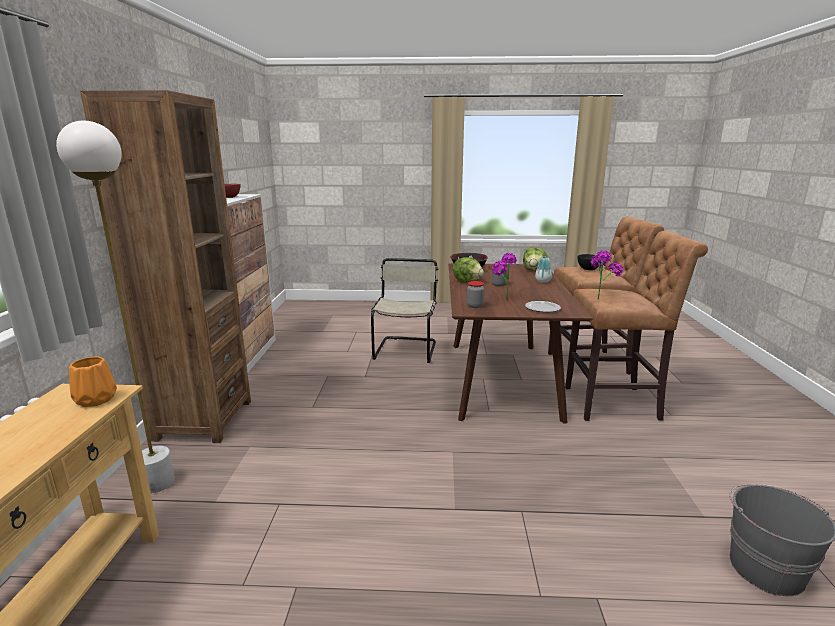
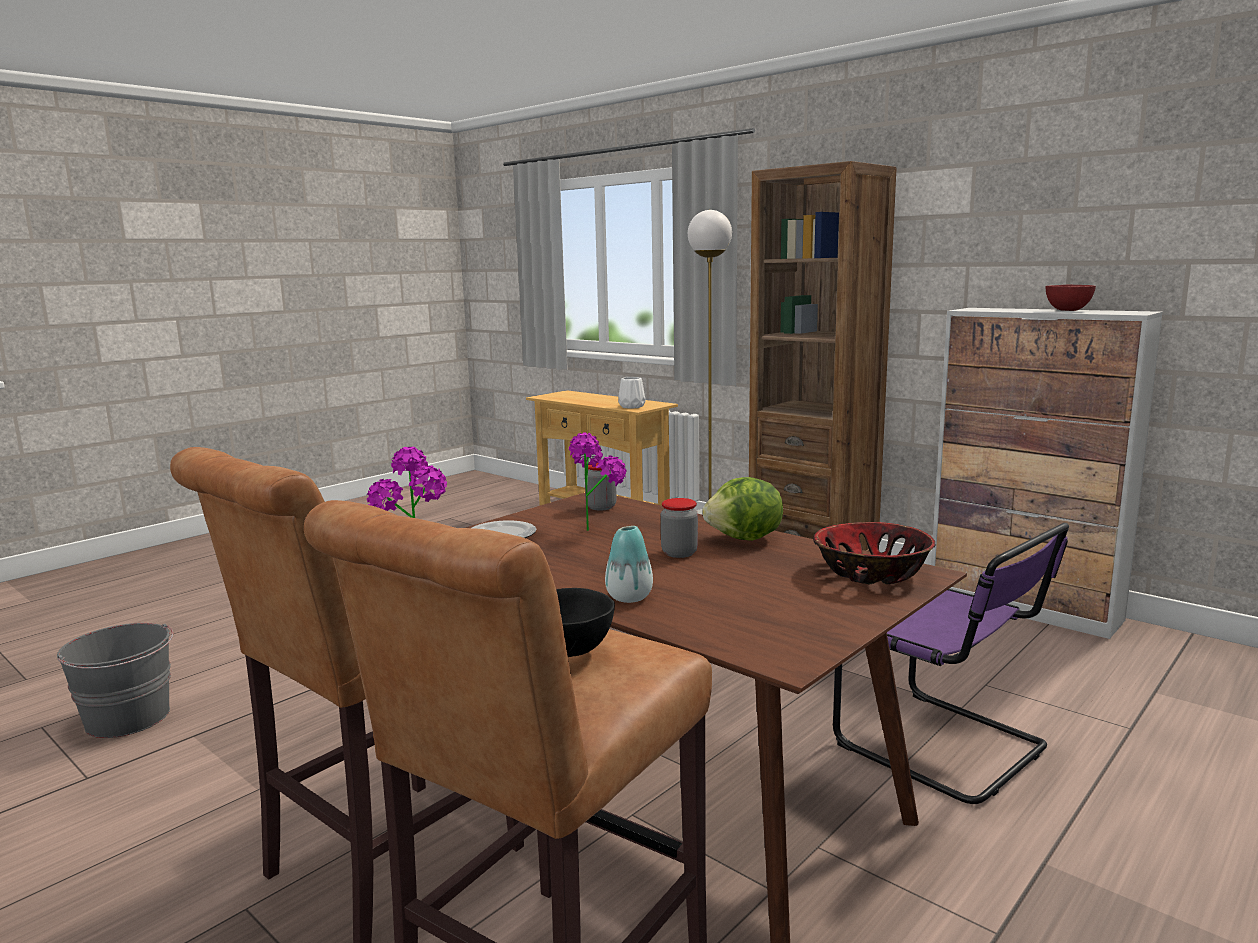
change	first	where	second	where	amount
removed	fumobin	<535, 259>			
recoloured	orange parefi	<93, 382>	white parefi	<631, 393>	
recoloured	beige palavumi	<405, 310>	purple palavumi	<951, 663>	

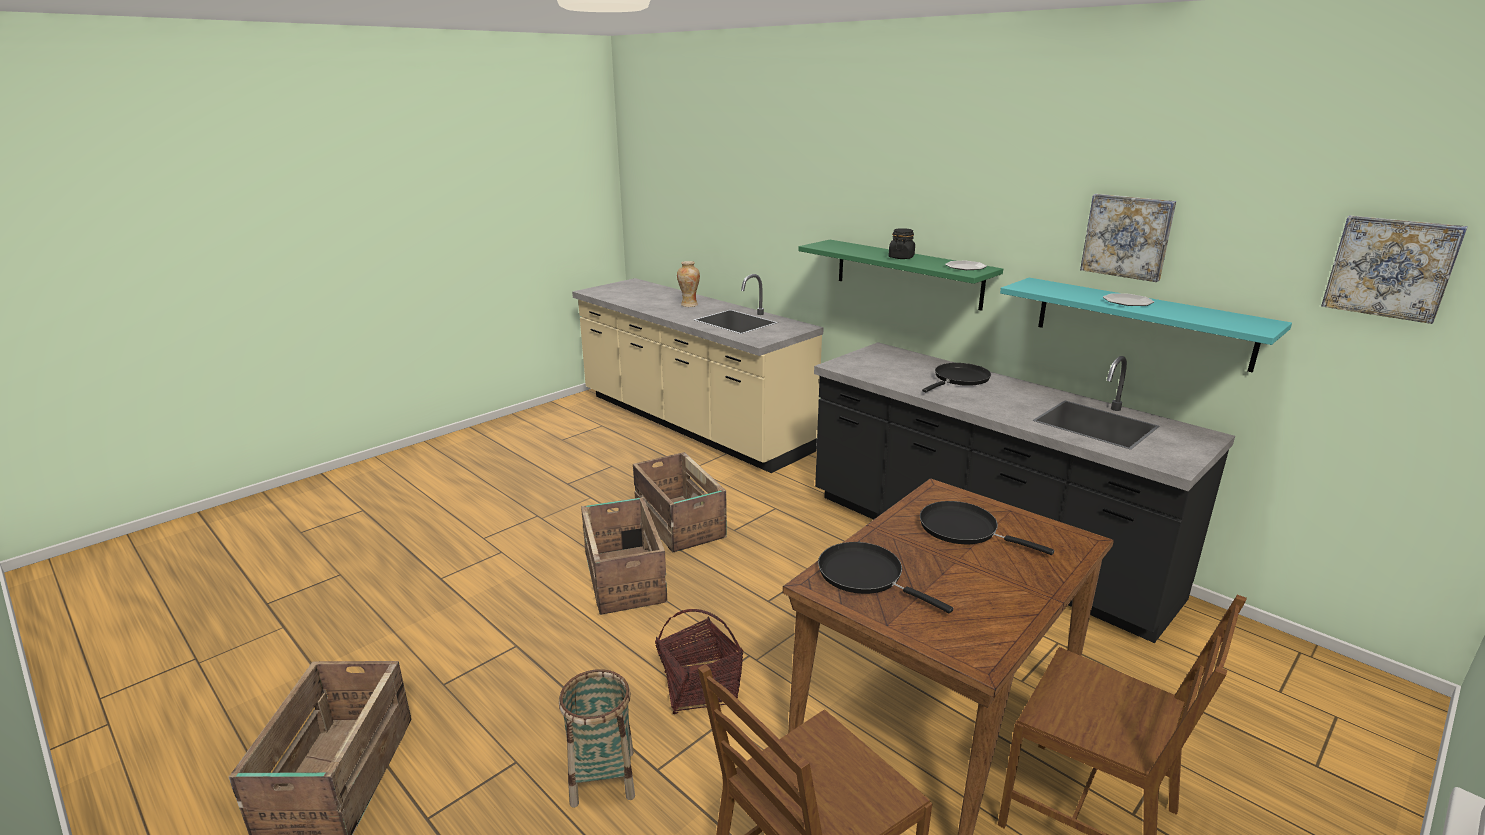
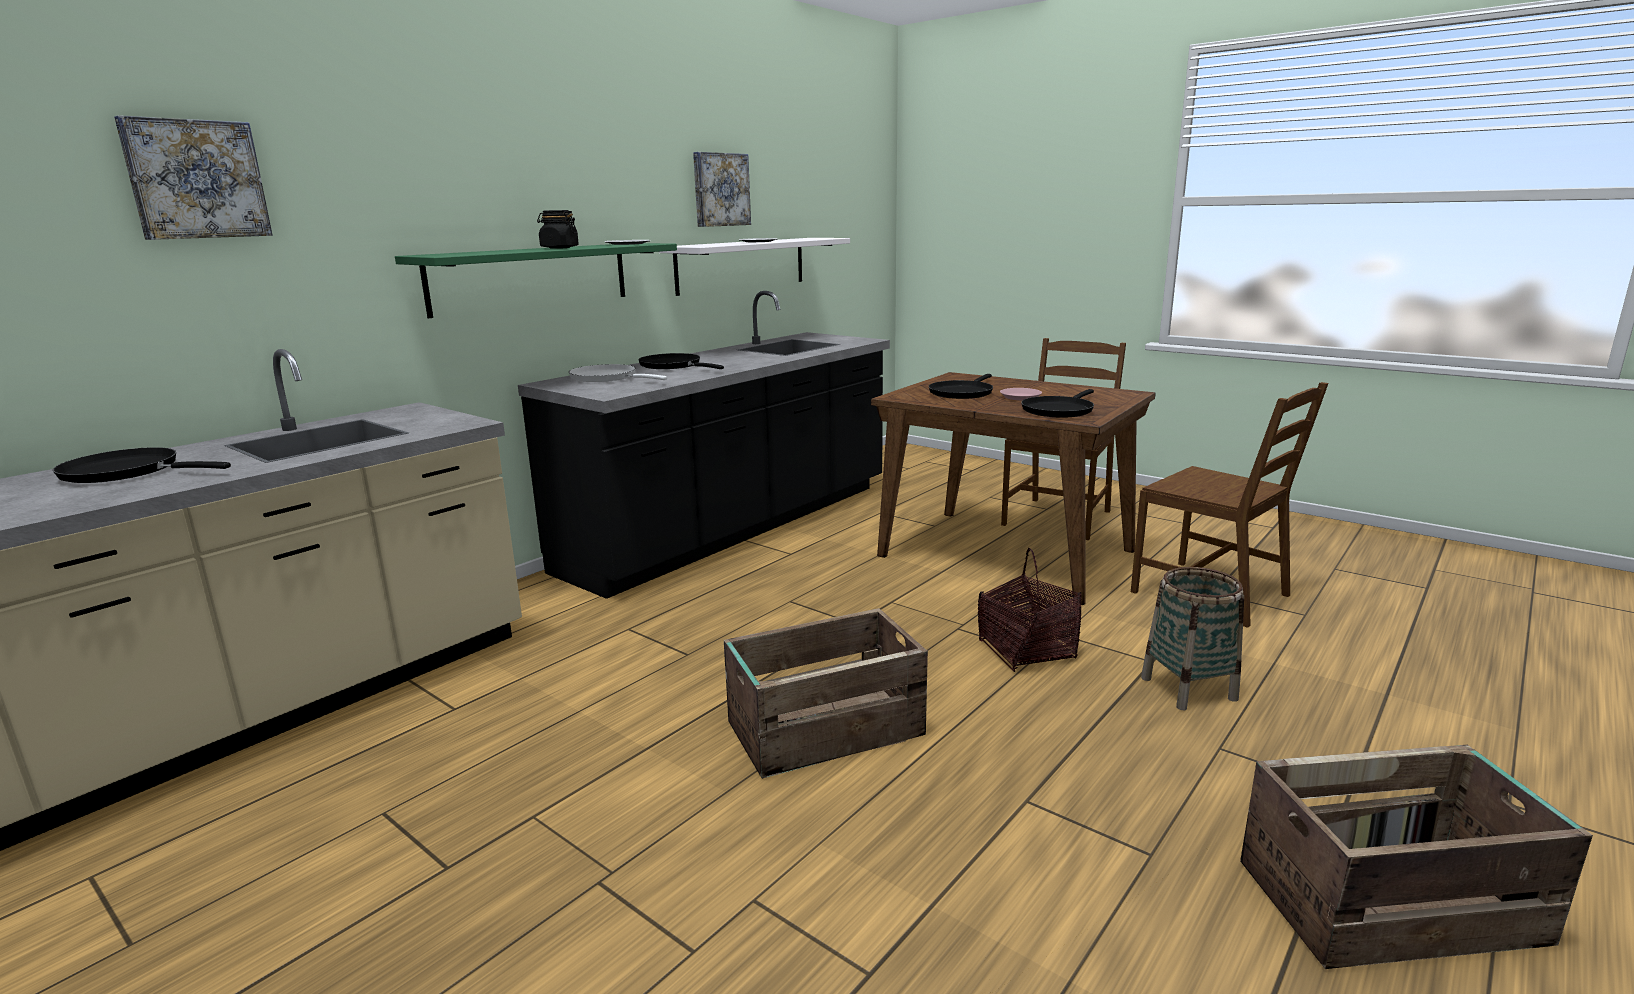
change	first	where	second	where	amount
removed	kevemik	<680, 502>			
added			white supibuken	<618, 373>	
added			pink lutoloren	<1021, 394>	
moved	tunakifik	<1394, 269>		<193, 177>	
replaced	parefi	<688, 284>	black supibuken	<142, 465>	
recoloured	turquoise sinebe	<1146, 325>	white sinebe	<754, 267>	

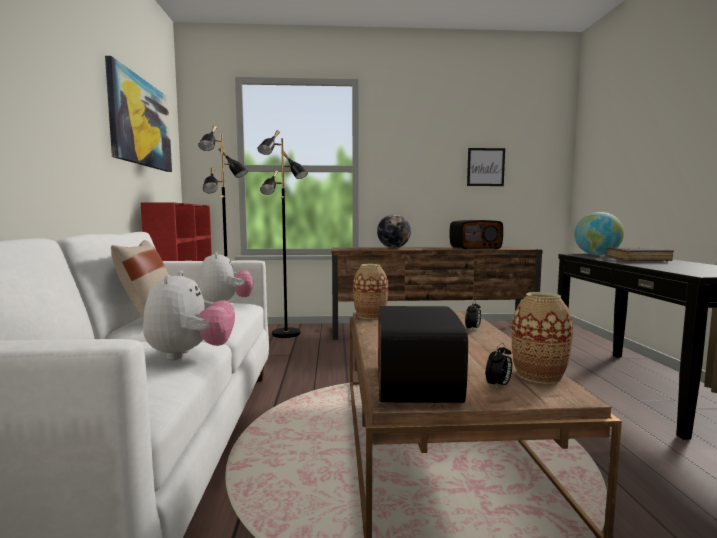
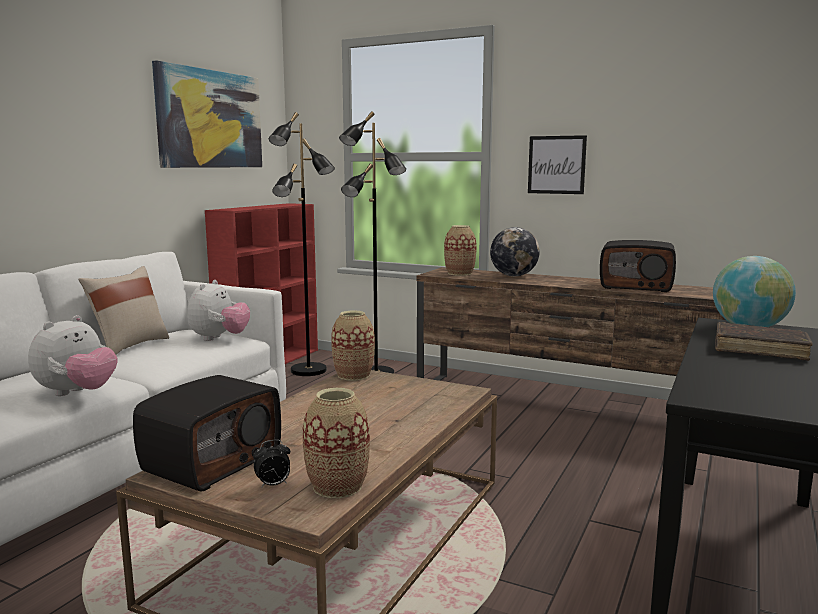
change	first	where	second	where	amount
removed	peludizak	<473, 315>			
added			parefi	<460, 250>	
moved	tunakifik	<486, 167>		<557, 164>	

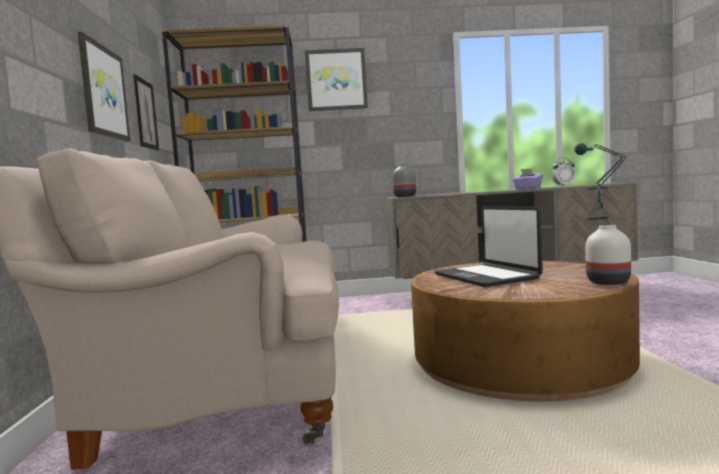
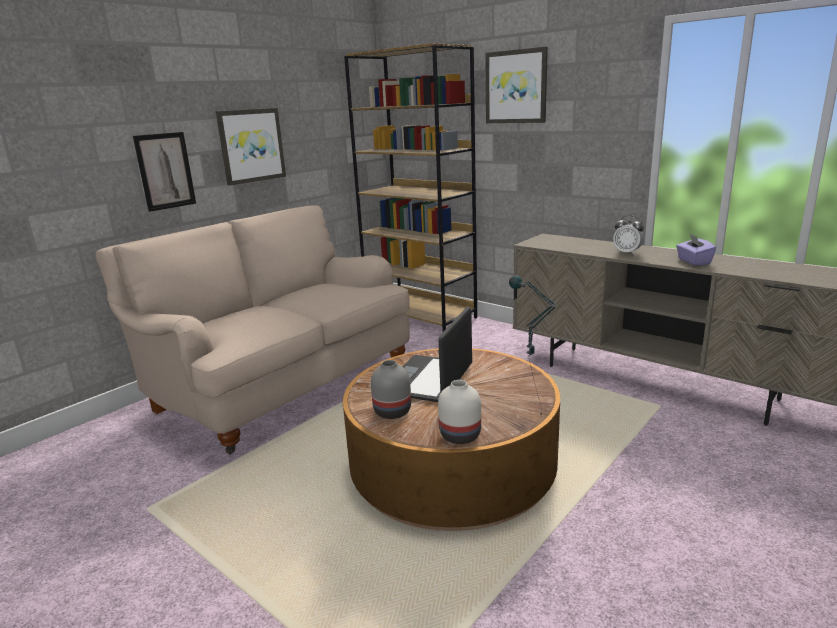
change	first	where	second	where	amount
moved	tunakifik	<146, 112>		<164, 172>	
moved	grey parefi	<404, 180>		<391, 389>	
moved	peludizak	<563, 172>		<628, 235>	

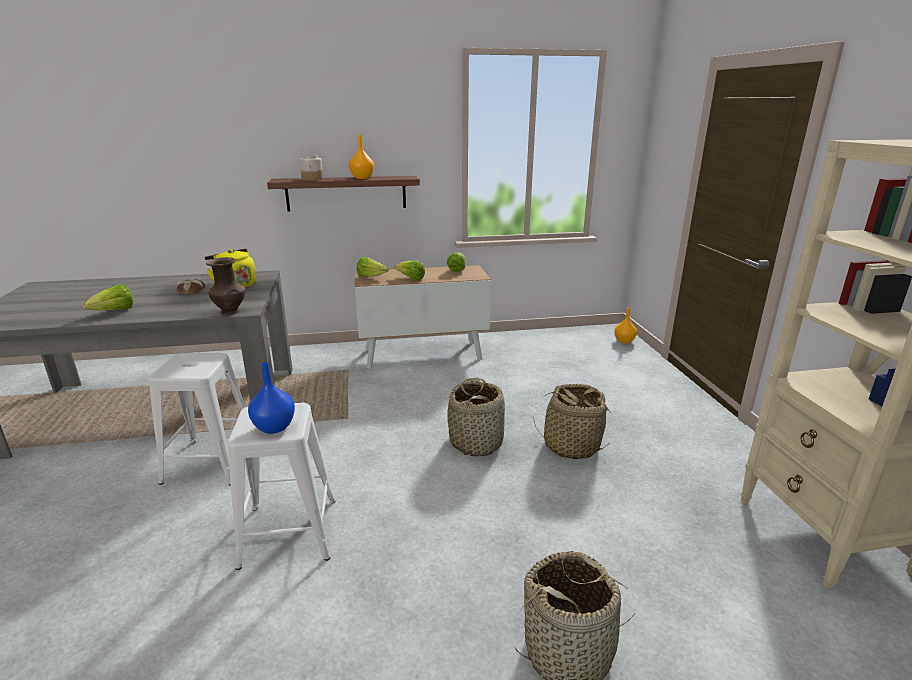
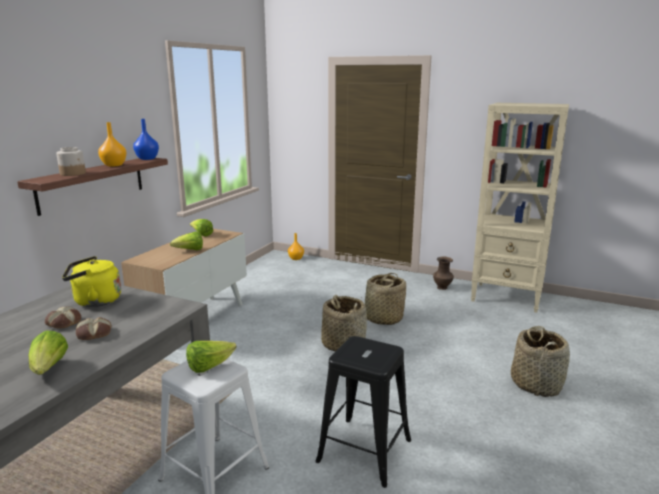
change	first	where	second	where	amount
added			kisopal	<94, 328>	
moved	brown parefi	<226, 286>		<443, 273>	
moved	blue parefi	<271, 398>		<146, 139>	
moved	fumobin	<373, 267>		<211, 357>	
recoloured	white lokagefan	<281, 486>	black lokagefan	<363, 412>	

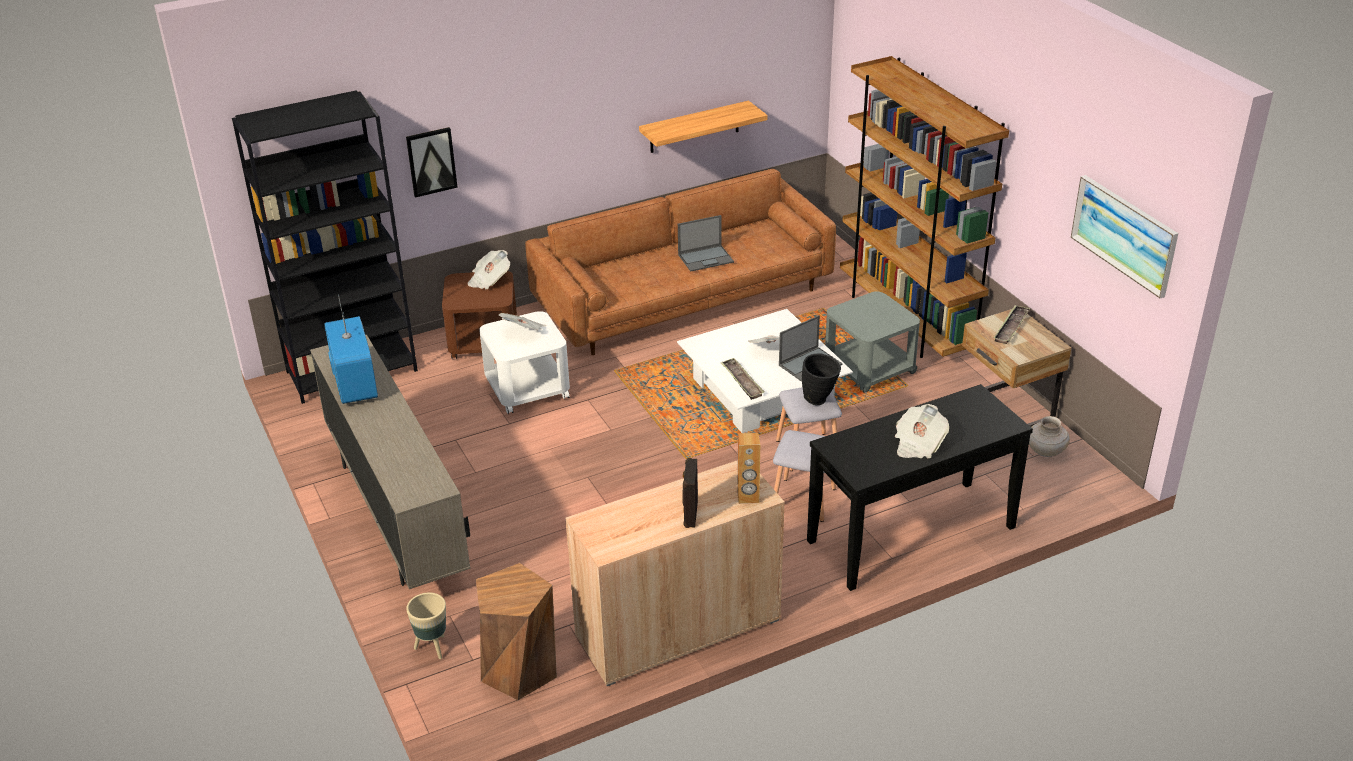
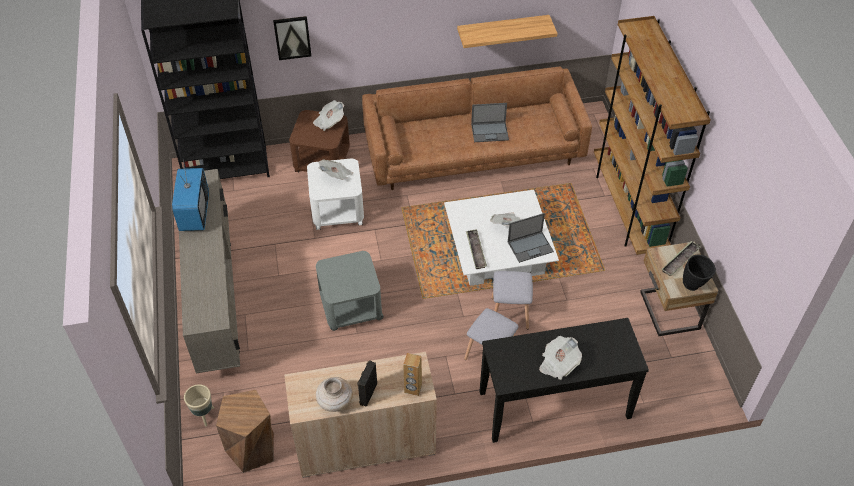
change	first	where	second	where	amount
removed	tunakifik	<1124, 236>			
moved	black parefi	<821, 379>		<699, 273>	
moved	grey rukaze	<872, 342>		<350, 291>	
moved	beige parefi	<1049, 436>		<334, 394>	

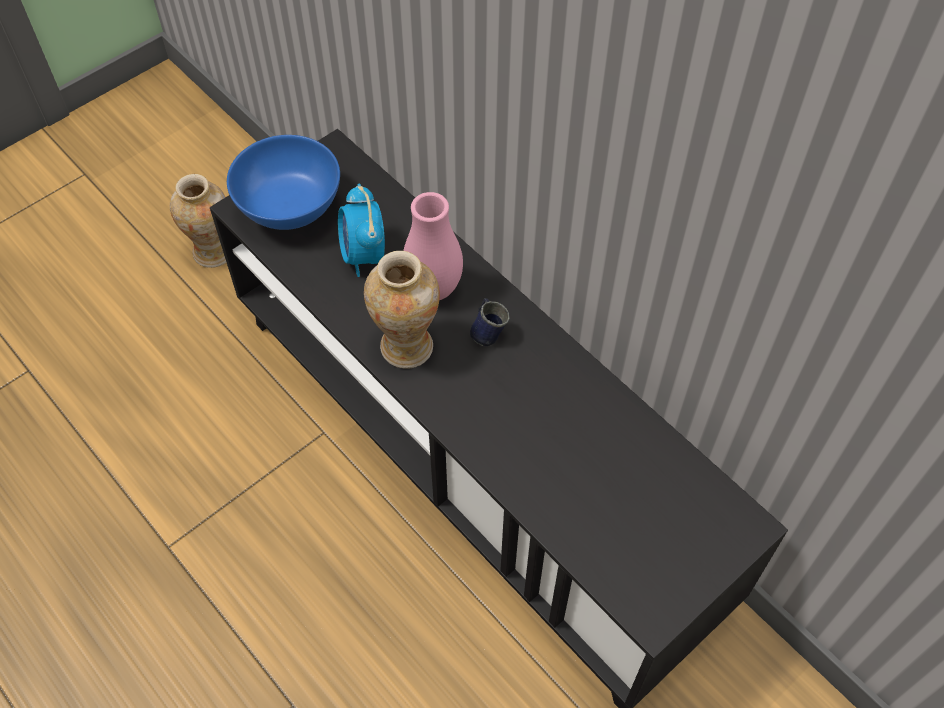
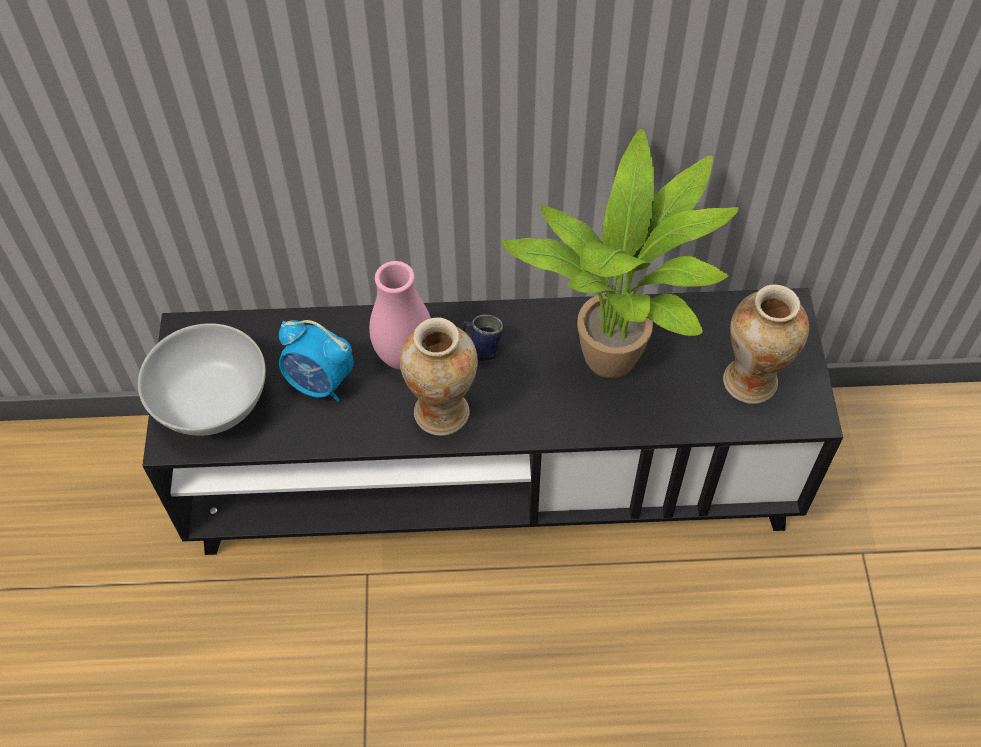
change	first	where	second	where	amount
added			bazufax	<620, 253>	
moved	parefi	<198, 221>		<766, 344>	
recoloured	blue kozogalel	<283, 182>	white kozogalel	<202, 379>	

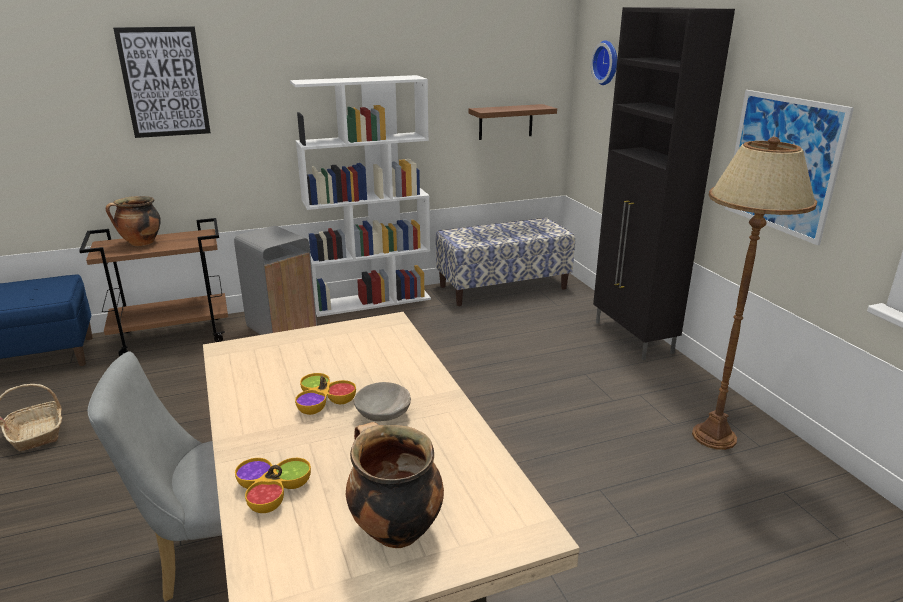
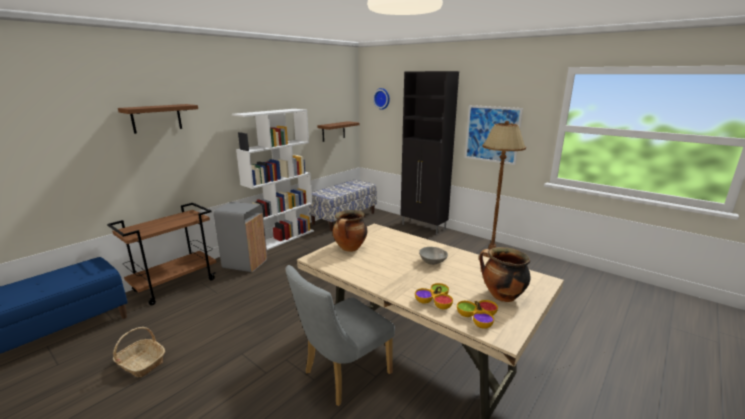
change	first	where	second	where	amount
moved	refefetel	<133, 221>		<350, 231>	
moved	kozogalel	<325, 394>		<477, 314>	
replaced	tunakifik	<162, 82>	brown sinebe	<158, 119>	

